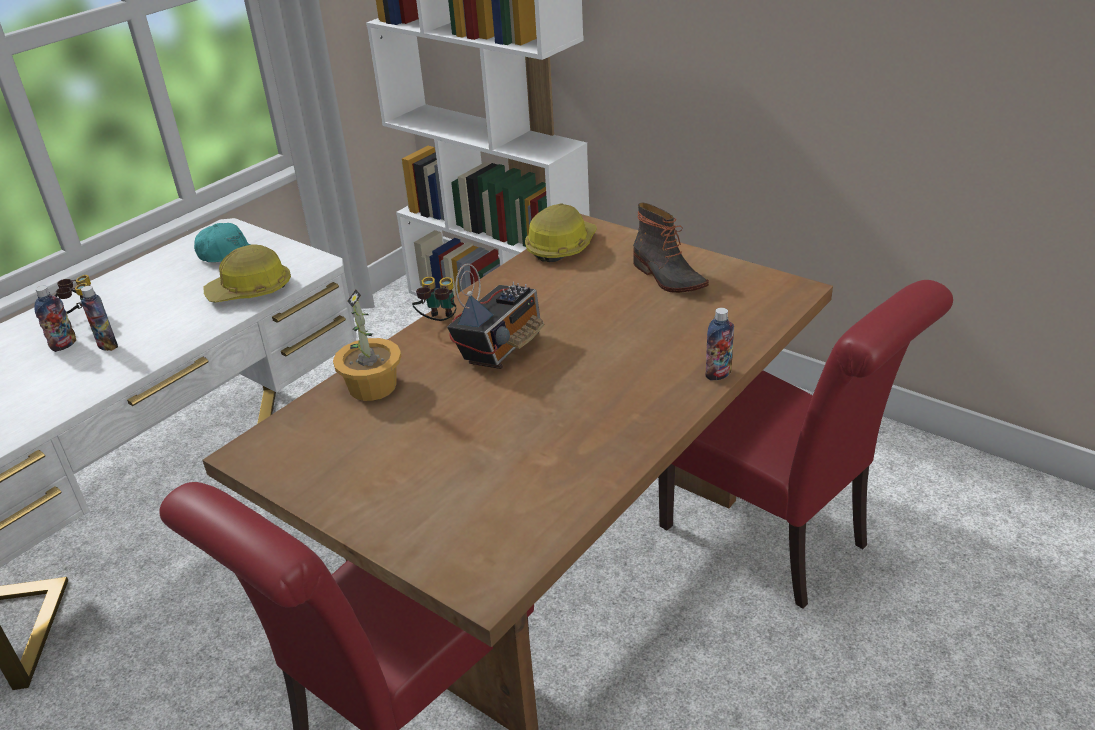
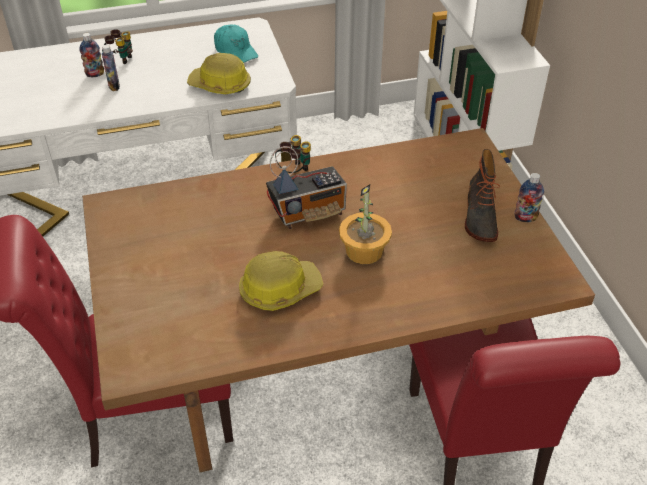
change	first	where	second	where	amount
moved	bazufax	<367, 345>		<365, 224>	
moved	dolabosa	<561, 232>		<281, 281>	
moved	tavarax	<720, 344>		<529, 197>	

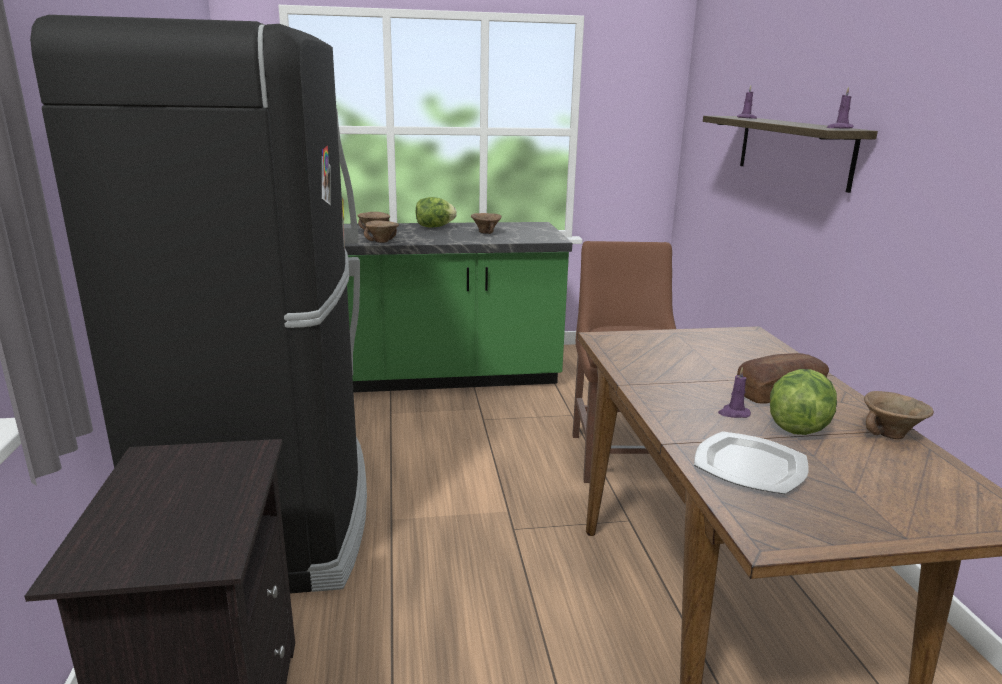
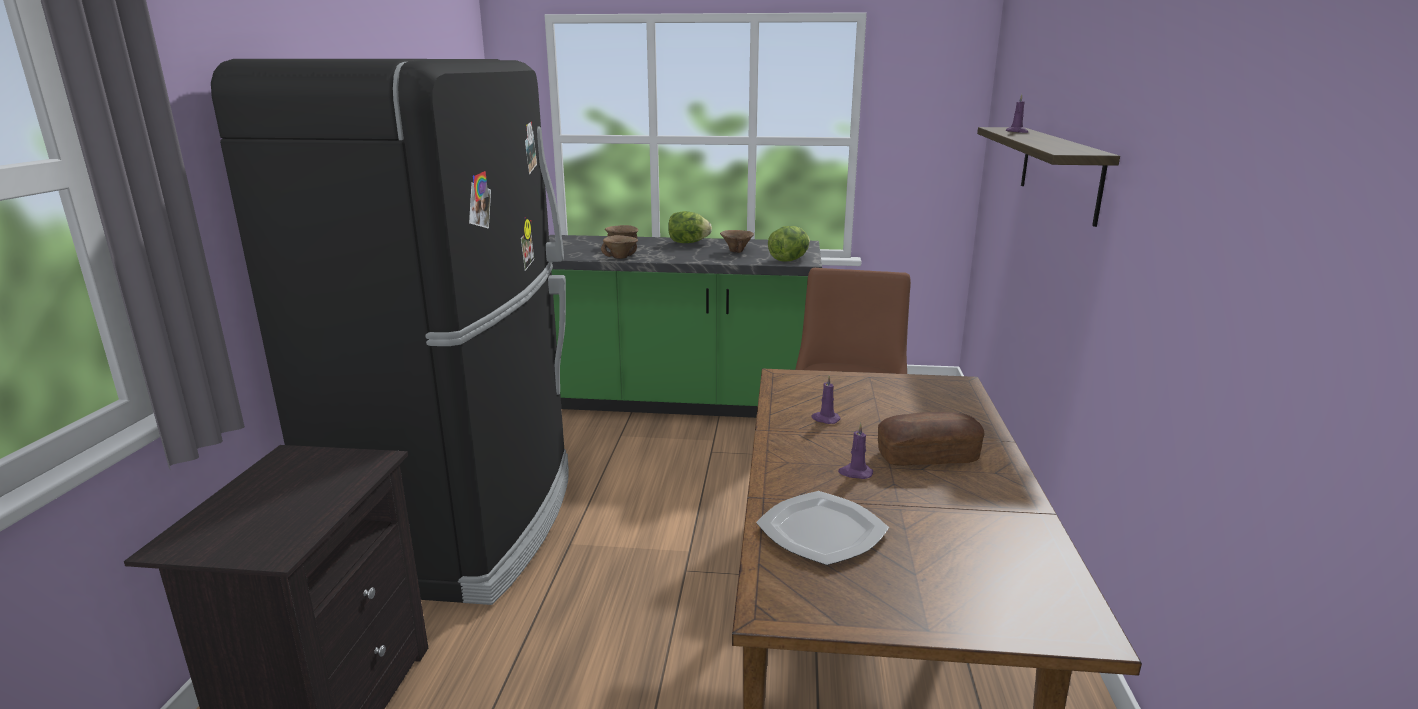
change	first	where	second	where	amount
removed	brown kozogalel	<899, 415>			
moved	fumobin	<803, 402>		<789, 243>	
moved	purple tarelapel	<840, 107>		<826, 399>	

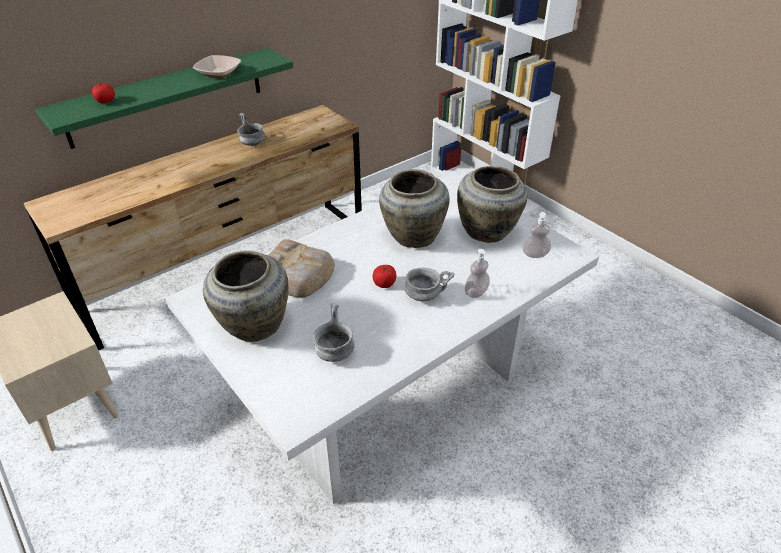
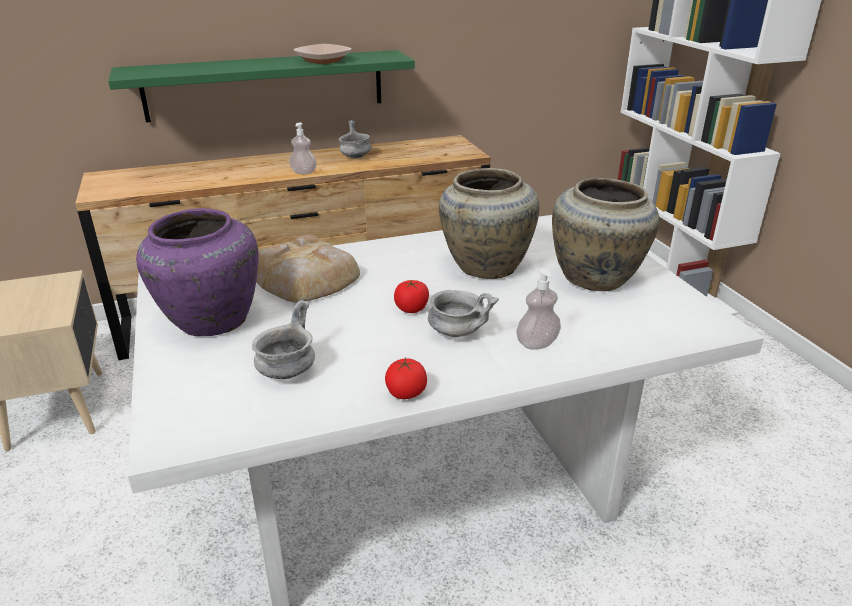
change	first	where	second	where	amount
moved	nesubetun	<103, 92>		<406, 378>	
moved	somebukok	<536, 235>		<303, 148>	
recoloured	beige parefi	<246, 296>	purple parefi	<197, 272>	

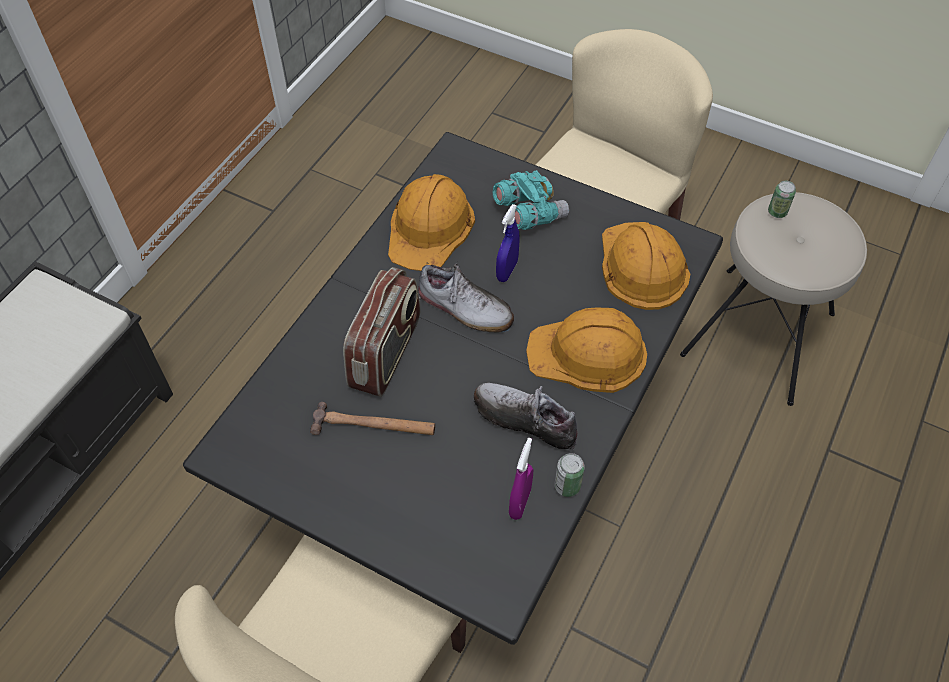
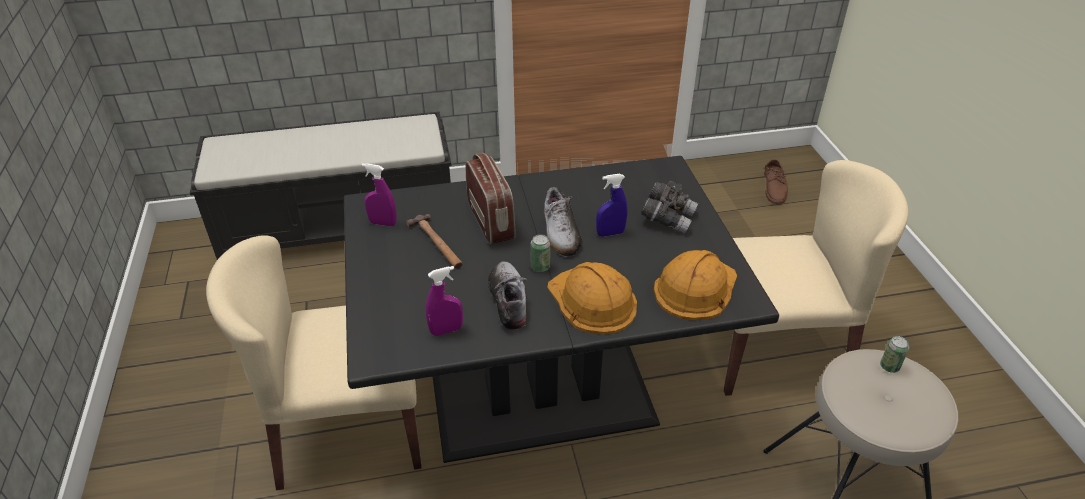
change	first	where	second	where	amount
removed	orange dolabosa	<431, 222>			
added			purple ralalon	<378, 194>	
added			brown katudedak	<776, 181>	
moved	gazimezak	<570, 475>		<540, 253>	
recoloured	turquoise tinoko	<530, 200>	grey tinoko	<669, 207>	
turned	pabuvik	<382, 332>		<490, 199>	90 degrees counterclockwise

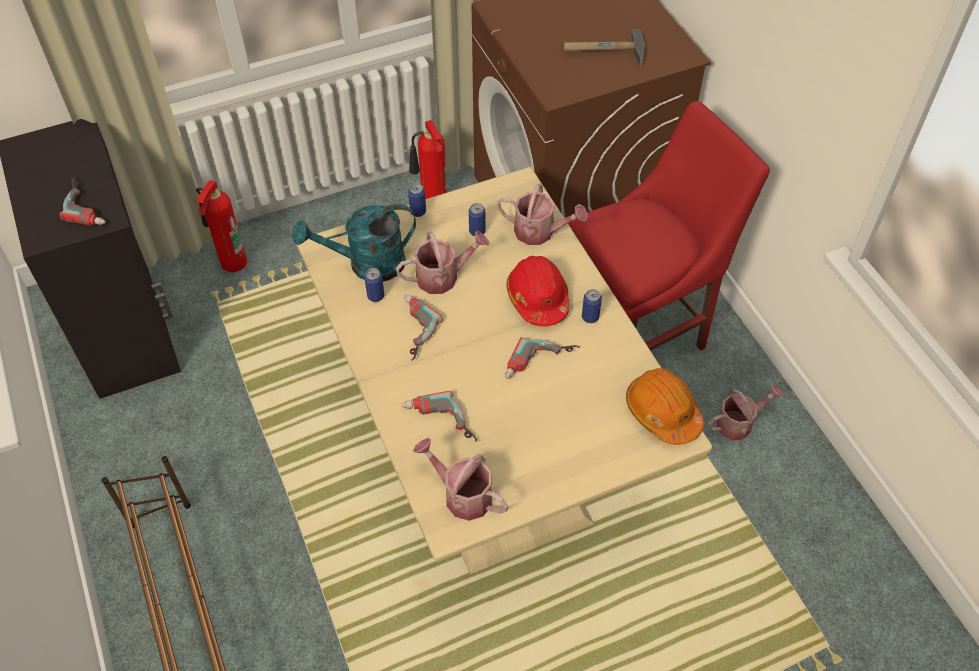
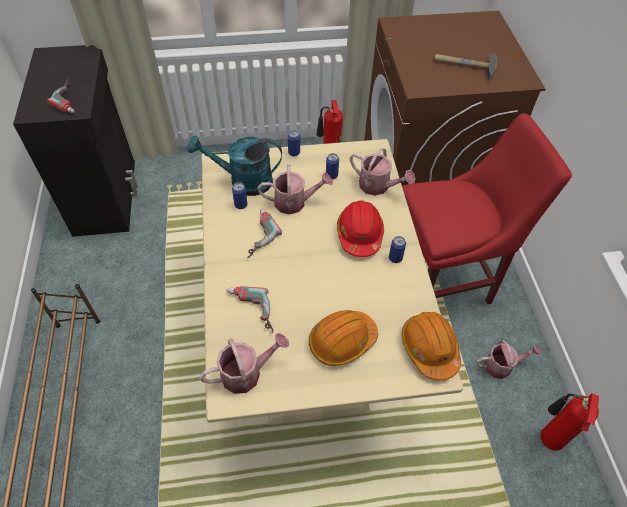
change	first	where	second	where	amount
removed	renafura	<542, 358>			
added			orange dolabosa	<343, 338>	
moved	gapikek	<221, 226>		<569, 422>	
turned	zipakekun	<460, 479>		<244, 363>	105 degrees clockwise

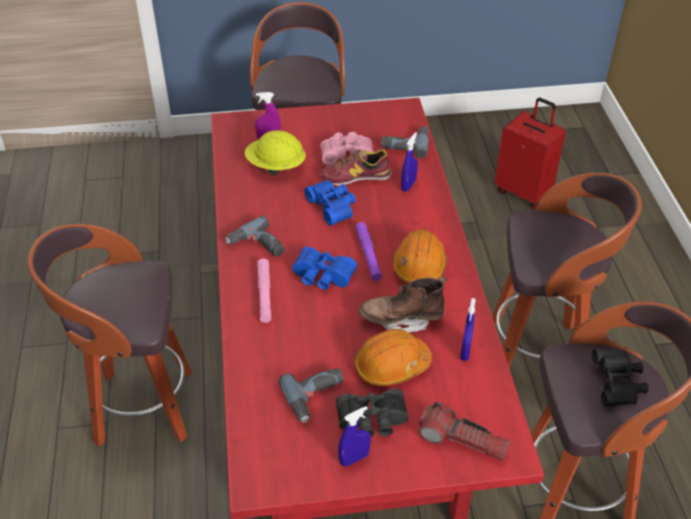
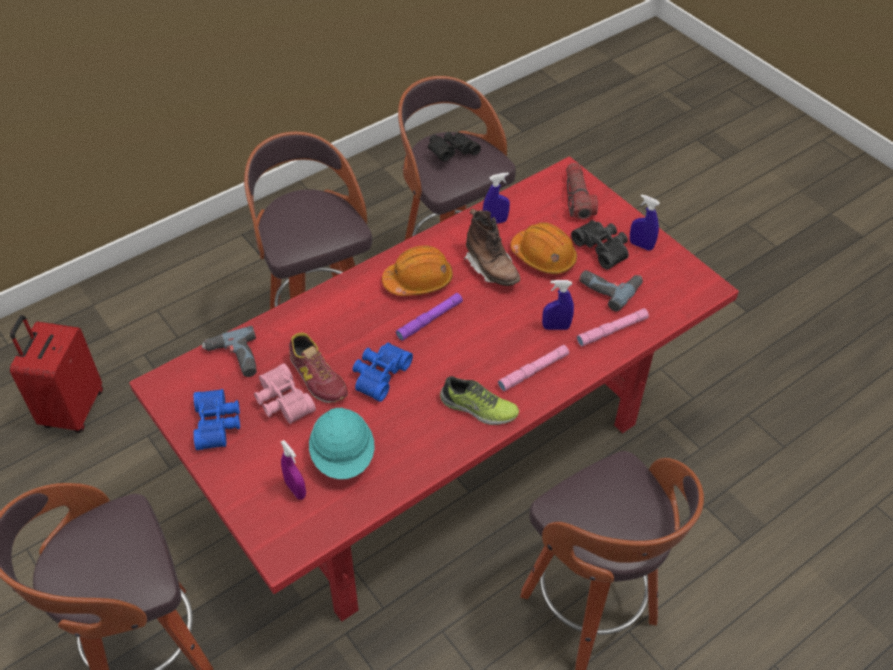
change	first	where	second	where	amount
added			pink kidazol	<613, 327>	
moved	blue tinoko	<324, 268>		<217, 419>	
moved	blue ralalon	<409, 162>		<558, 305>	
replaced	renafura	<254, 236>	katudedak	<479, 400>	
recoloured	yellow dolabosa	<275, 153>	turquoise dolabosa	<342, 443>	

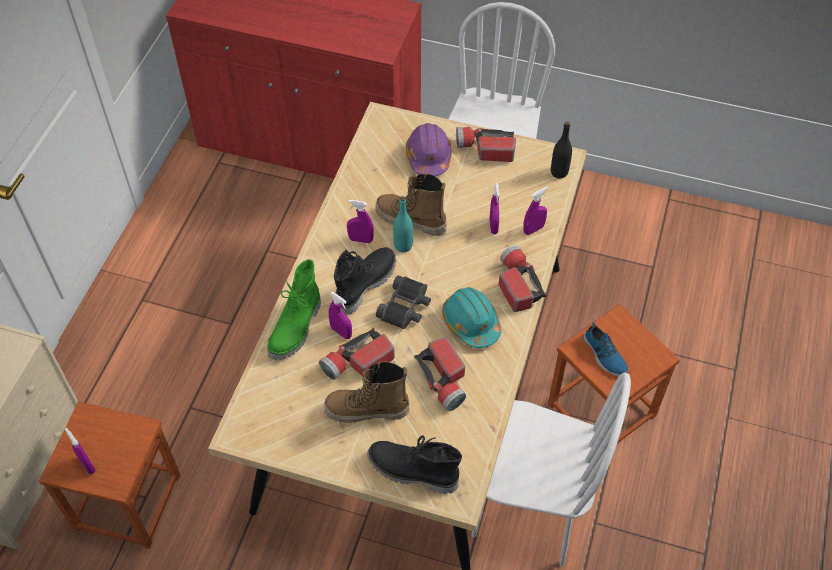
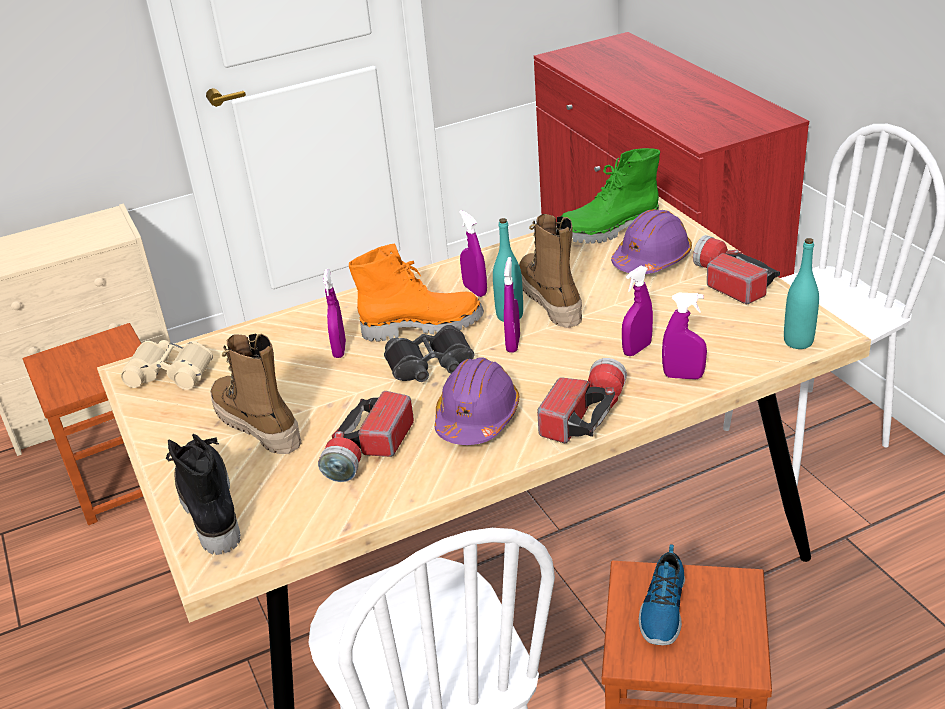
change	first	where	second	where	amount
removed	kidazol	<357, 354>			
added			beige tinoko	<167, 365>	
moved	purple ralalon	<80, 451>		<512, 304>	
moved	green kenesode	<294, 310>		<608, 196>	
recoloured	black kenesode	<365, 281>	orange kenesode	<416, 292>	
recoloured	turquoise dolabosa	<472, 317>	purple dolabosa	<477, 401>	
recoloured	black tavarax	<561, 150>	turquoise tavarax	<801, 293>	

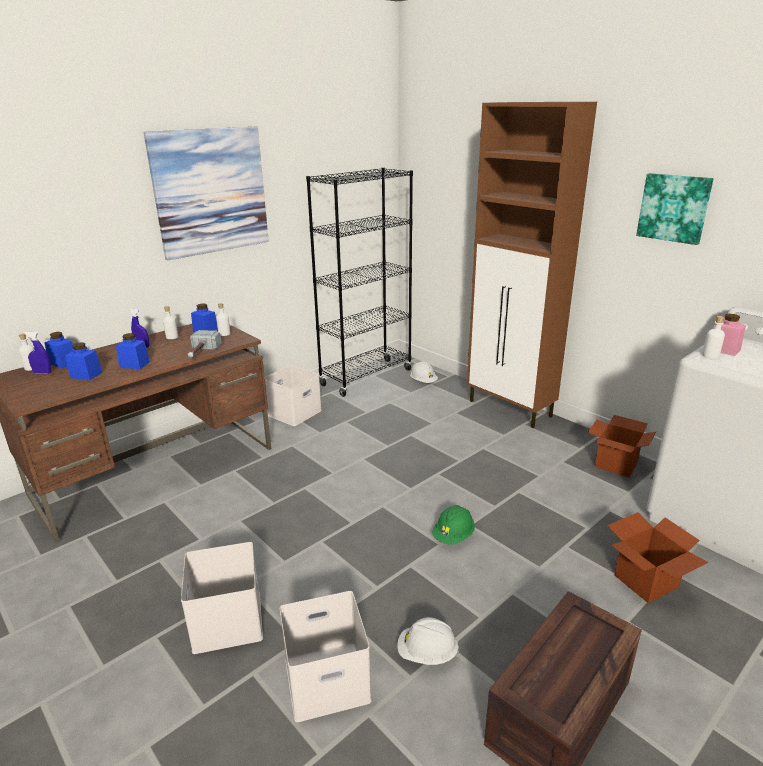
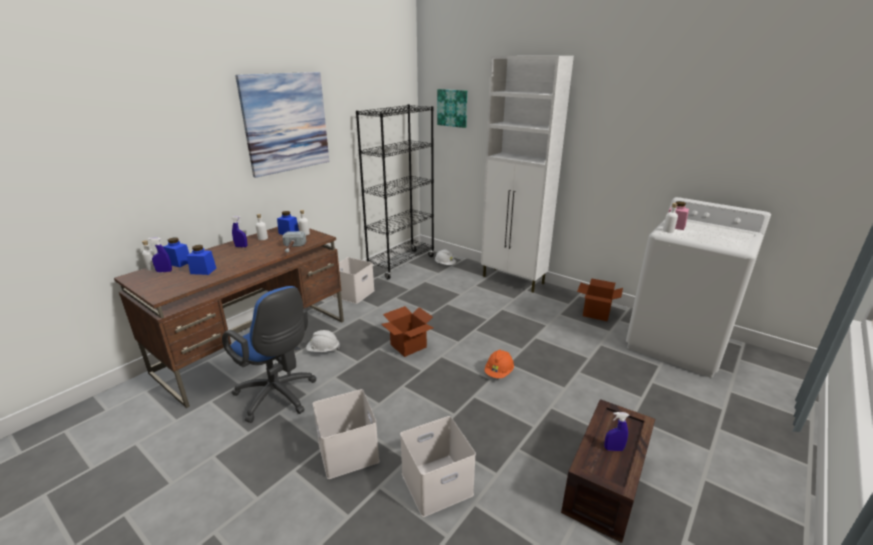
change	first	where	second	where	amount
removed	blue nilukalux	<133, 351>			
added			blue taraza	<269, 354>	
added			blue ralalon	<616, 431>	
moved	white dolabosa	<428, 641>		<323, 341>	
moved	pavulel	<657, 557>		<407, 331>	
moved	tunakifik	<675, 209>		<452, 108>	
recoloured	green dolabosa	<453, 525>	orange dolabosa	<499, 364>	
recoloured	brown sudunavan	<532, 265>	white sudunavan	<527, 174>	

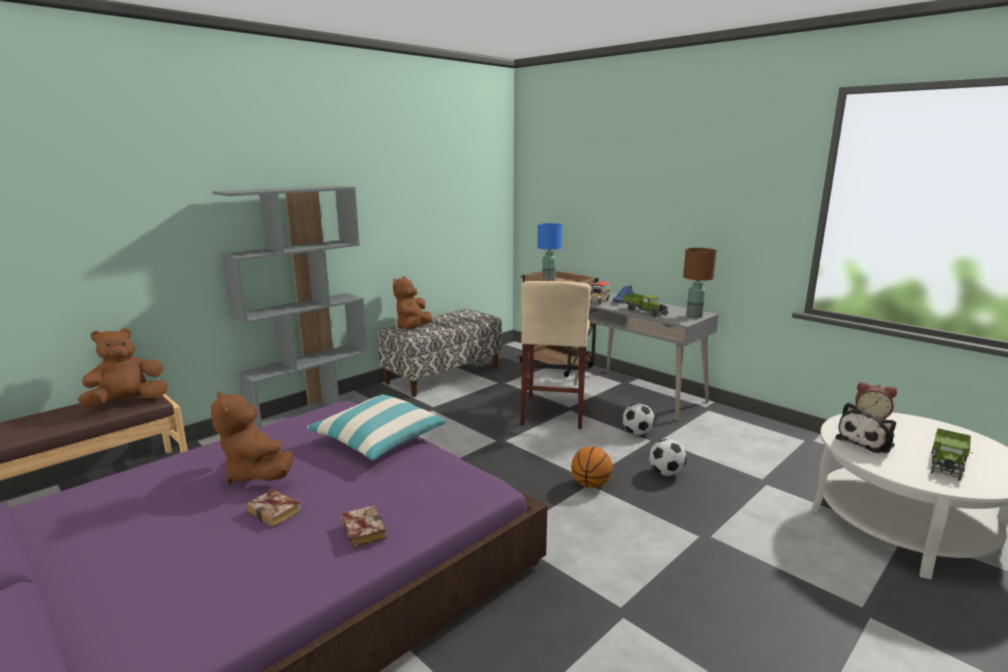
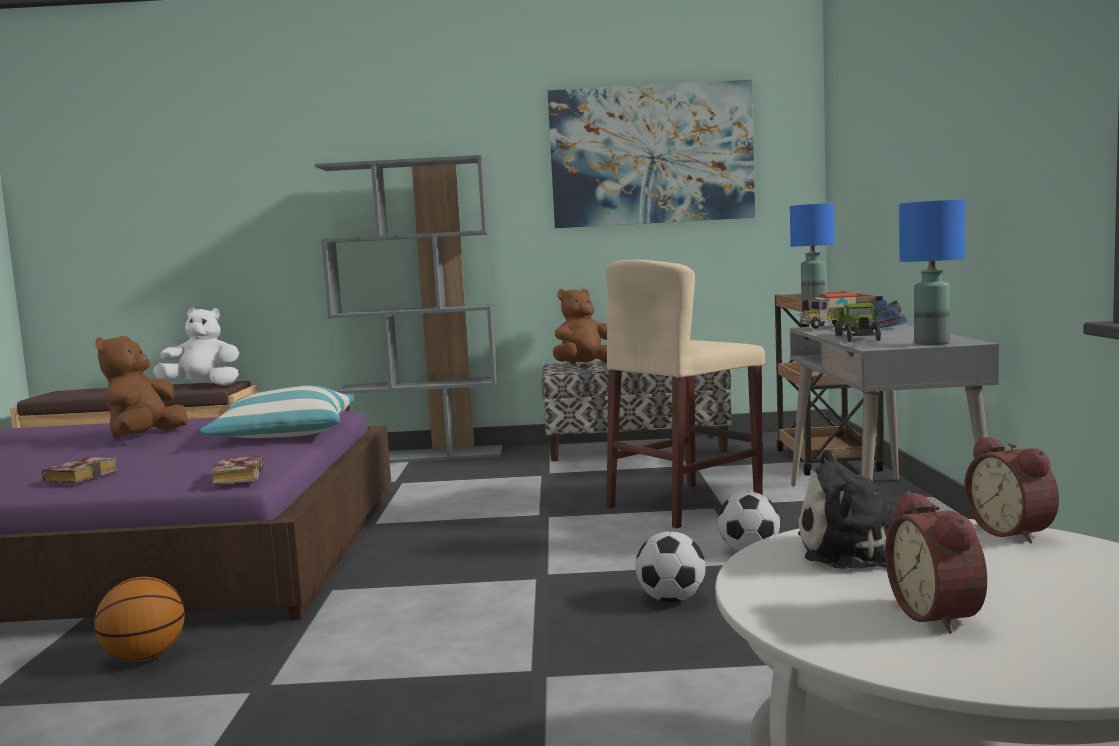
change	first	where	second	where	amount
added			tunakifik	<651, 154>	
moved	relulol	<273, 508>		<237, 470>	
moved	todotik	<591, 467>		<140, 619>	
replaced	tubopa	<952, 454>	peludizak	<936, 562>	
recoloured	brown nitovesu	<122, 368>	white nitovesu	<196, 347>	
recoloured	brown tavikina	<700, 283>	blue tavikina	<932, 272>	

